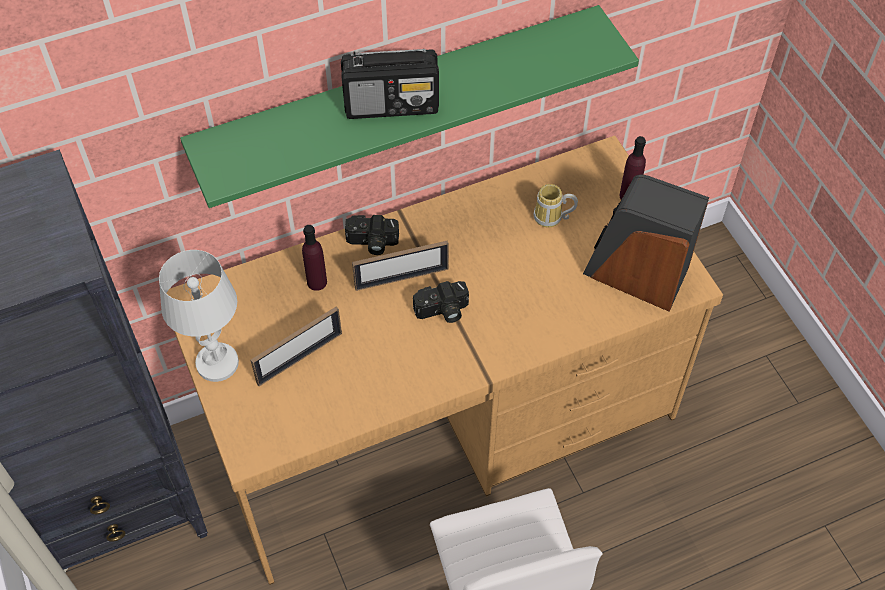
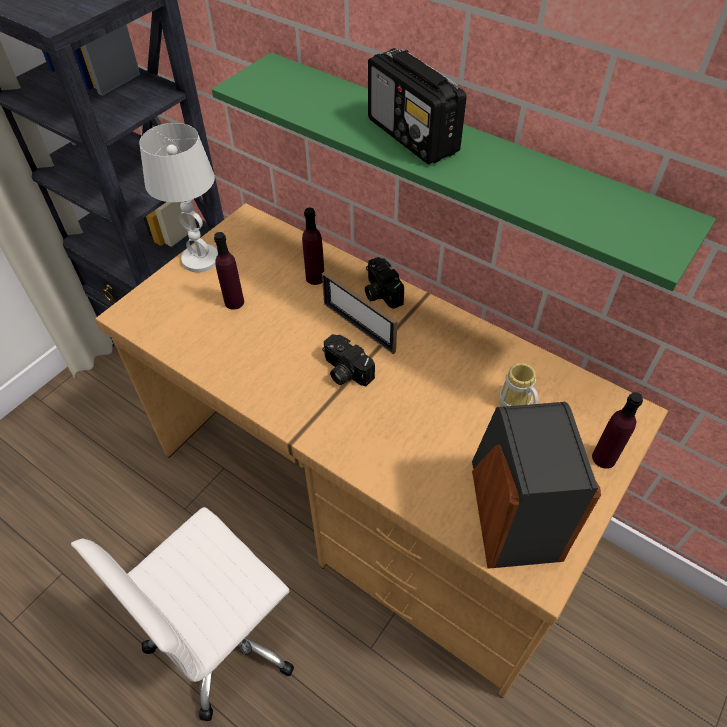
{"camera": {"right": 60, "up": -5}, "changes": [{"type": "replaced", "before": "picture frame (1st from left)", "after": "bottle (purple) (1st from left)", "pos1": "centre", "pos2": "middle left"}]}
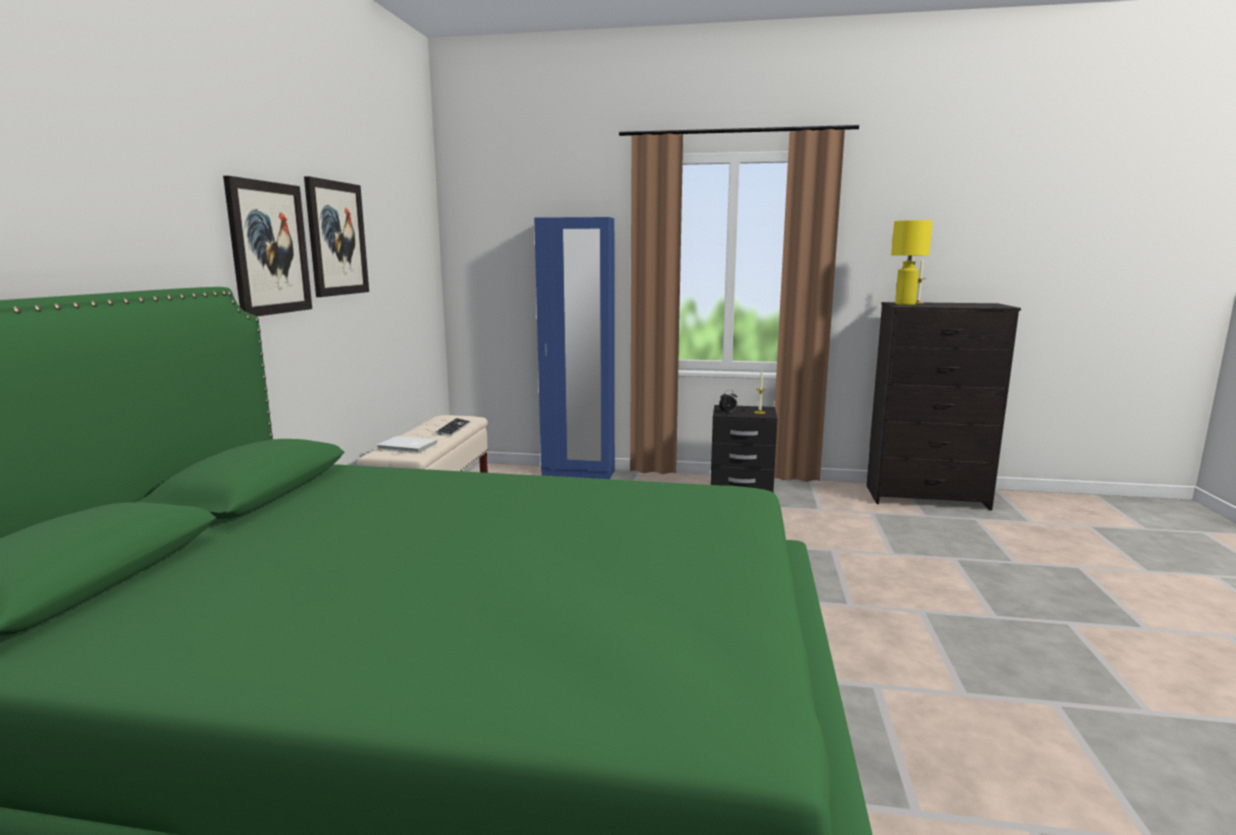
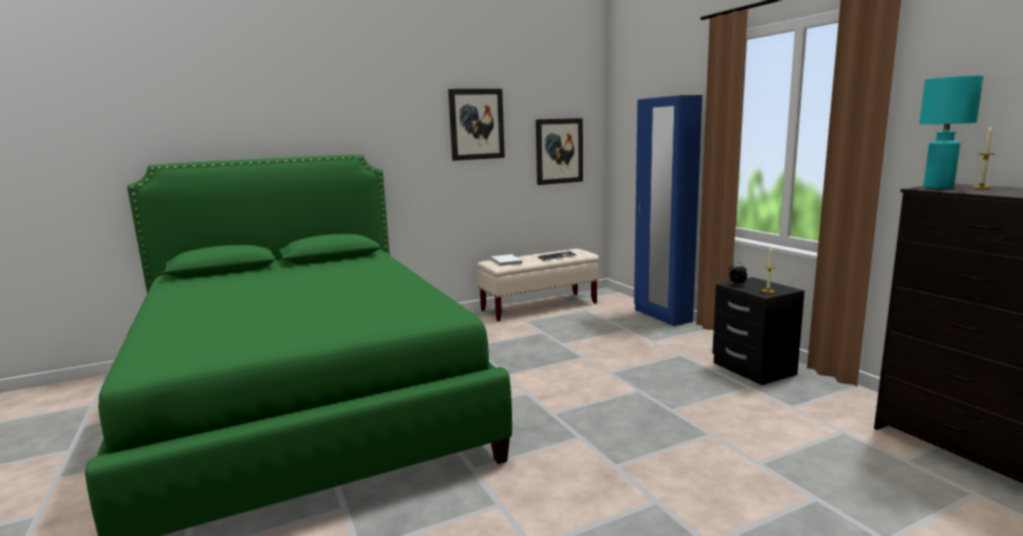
{"camera": {"right": 55, "up": 0}, "changes": [{"type": "moved", "before": "picture (1st from left in the first image)", "after": "picture (2nd from left)", "pos1": "top left", "pos2": "top centre"}, {"type": "recoloured", "before": "table lamp (yellow)", "after": "table lamp (turquoise)", "pos1": "top right", "pos2": "top right"}]}
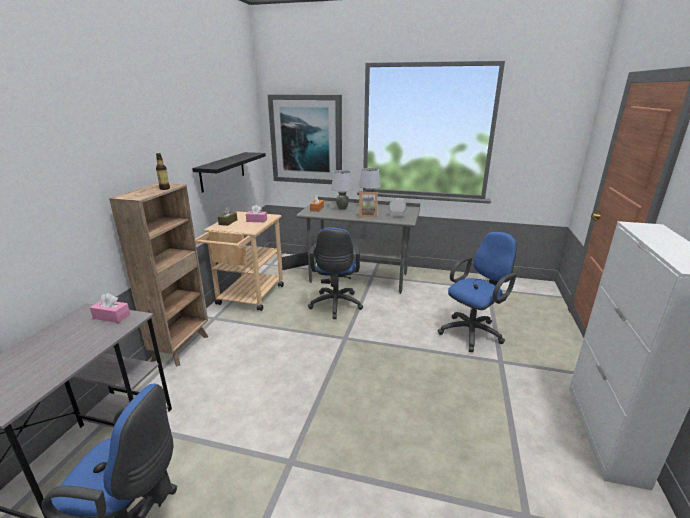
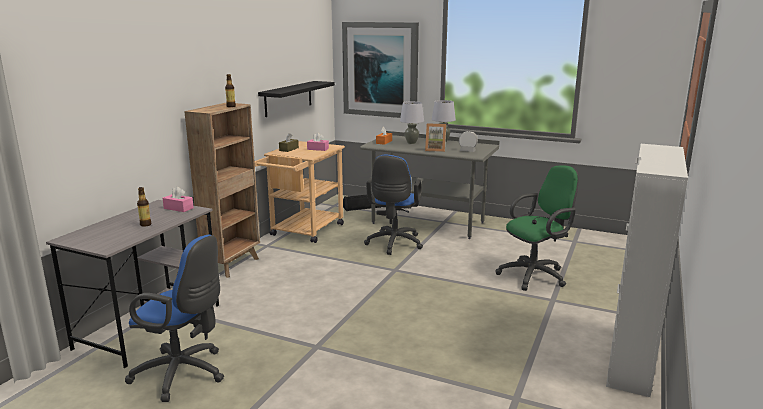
{"camera": {"right": 10, "up": -5}, "changes": [{"type": "added", "after": "bottle (1st from left)", "pos2": "middle left"}, {"type": "recoloured", "before": "office chair (blue) (3rd from left)", "after": "office chair (green)", "pos1": "middle right", "pos2": "middle right"}]}
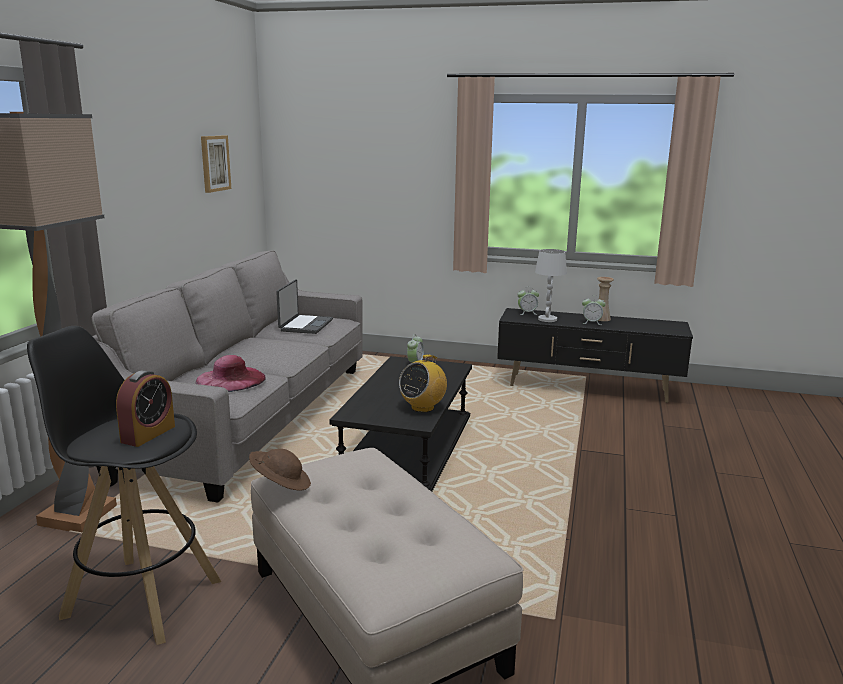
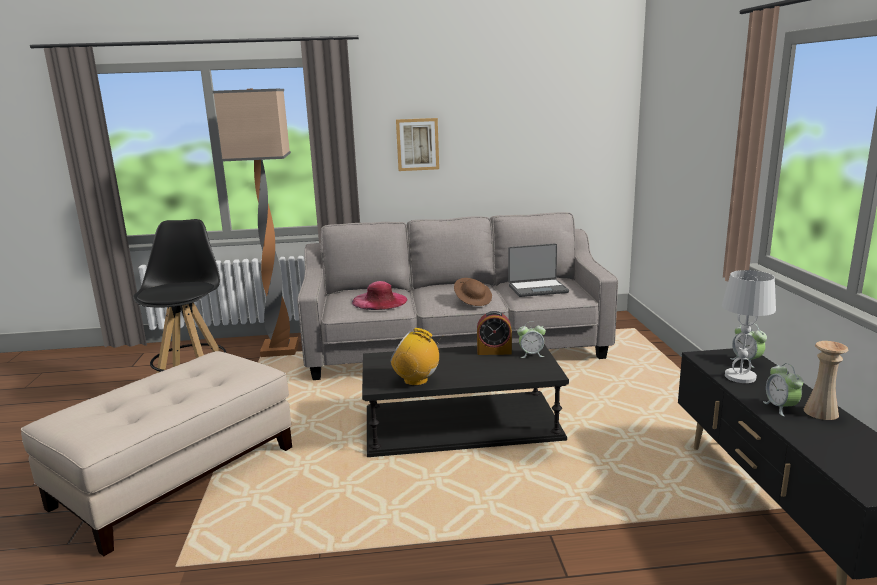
{"camera": {"right": 70, "up": 0}, "changes": [{"type": "moved", "before": "alarm clock (1st from left)", "pos1": "middle left", "pos2": "centre"}, {"type": "moved", "before": "picture", "pos1": "top left", "pos2": "top centre"}, {"type": "moved", "before": "hat (brown)", "pos1": "bottom left", "pos2": "centre"}]}
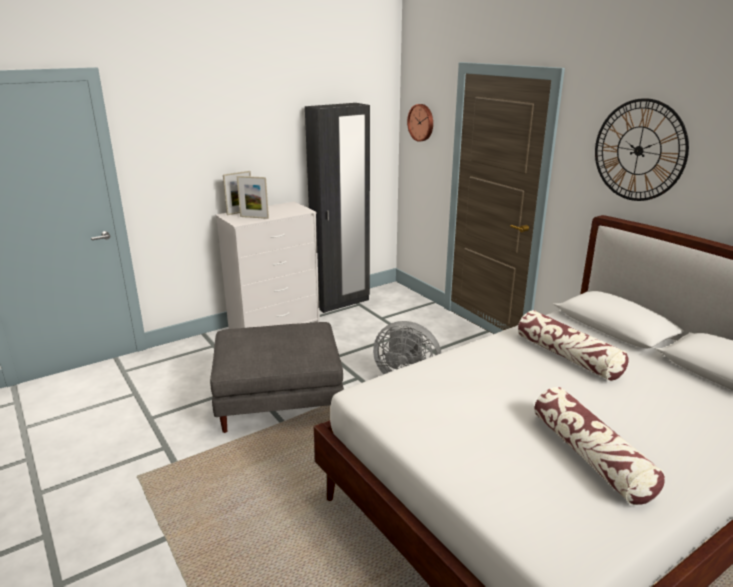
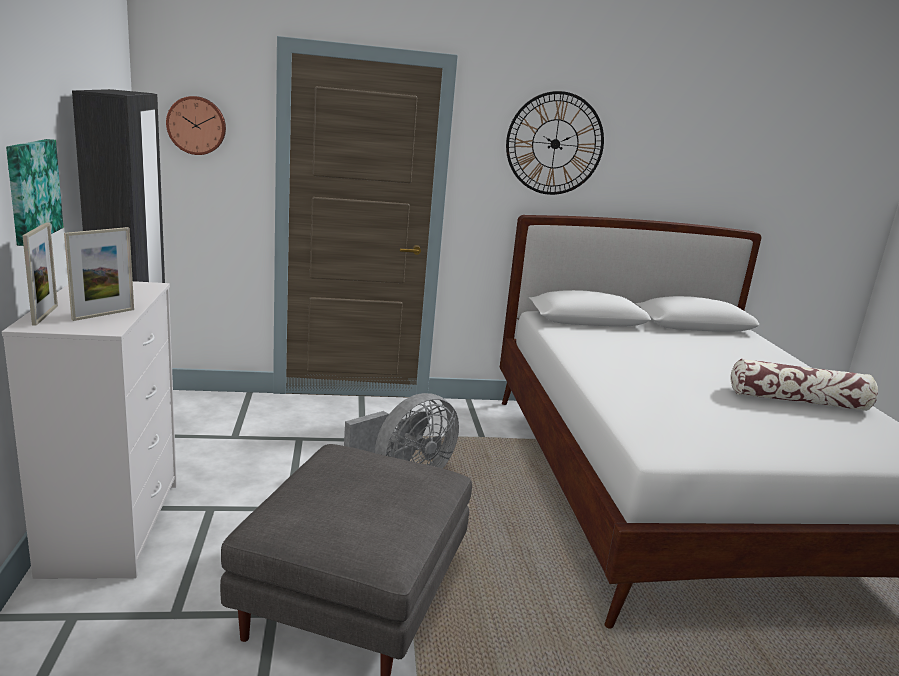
{"camera": {"right": -65, "up": -5}, "changes": [{"type": "removed", "before": "pillow (1st from left)", "pos1": "middle right"}, {"type": "added", "after": "picture", "pos2": "top left"}]}
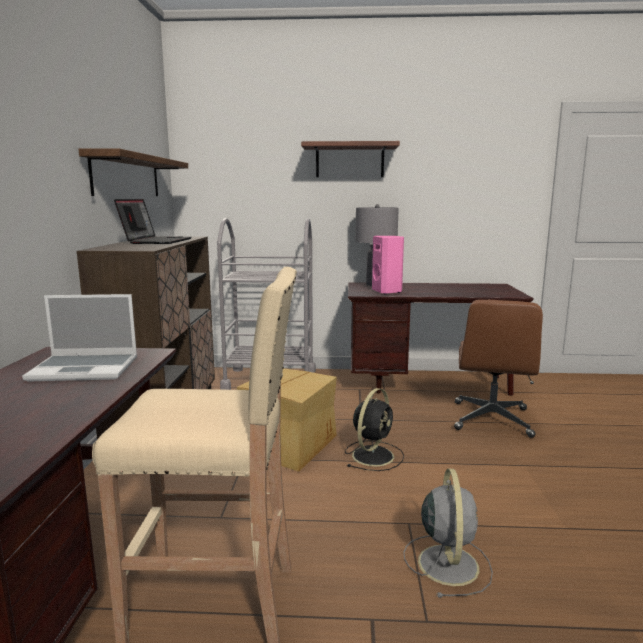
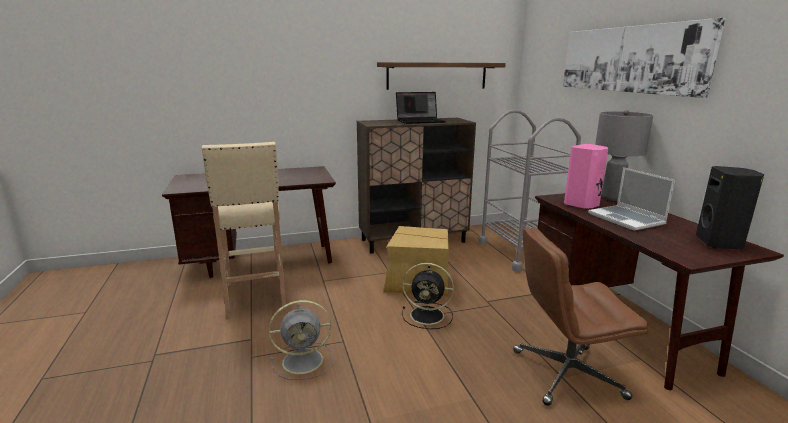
{"camera": {"right": 70, "up": 5}, "changes": [{"type": "added", "after": "speaker (black)", "pos2": "middle right"}, {"type": "moved", "before": "laptop (1st from left in the first image)", "after": "laptop (2nd from left)", "pos1": "middle left", "pos2": "middle right"}, {"type": "replaced", "before": "shelf (2nd from left)", "after": "picture", "pos1": "top centre", "pos2": "top right"}]}
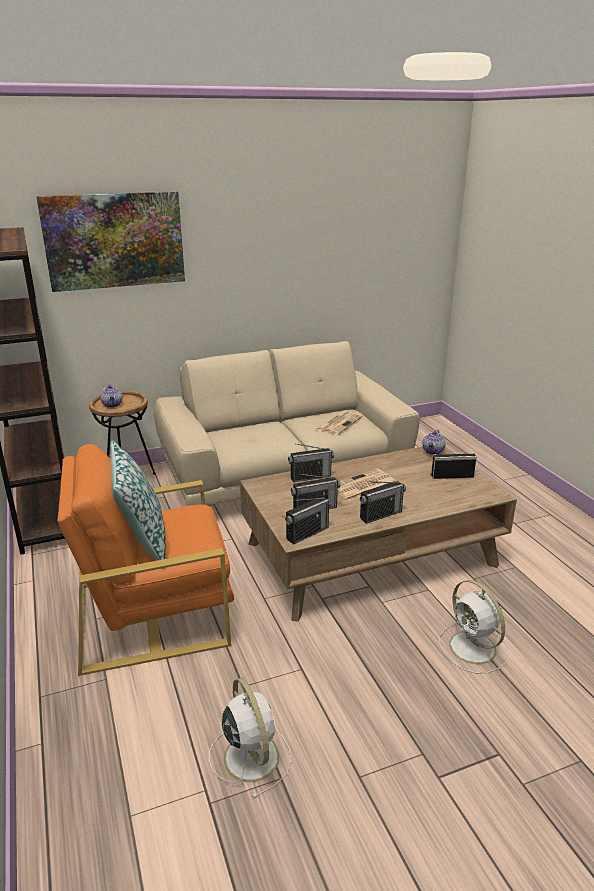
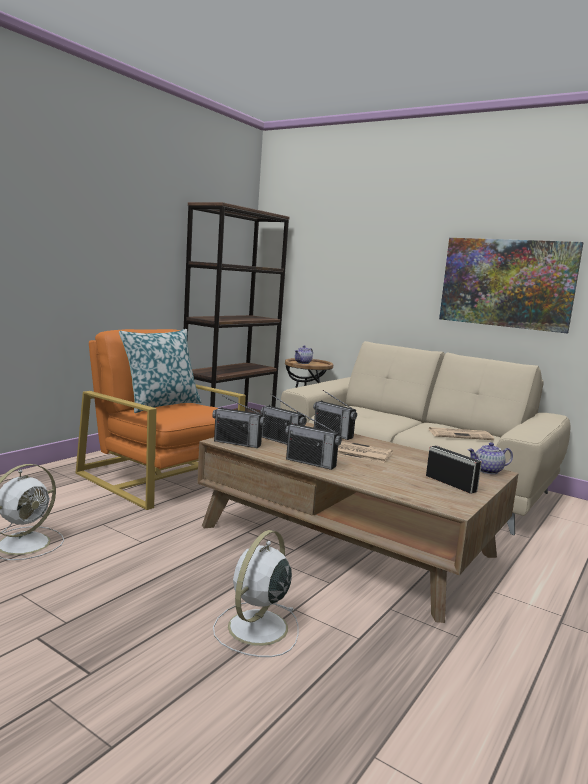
{"camera": {"right": 55, "up": -15}, "changes": [{"type": "moved", "before": "picture", "pos1": "top left", "pos2": "middle right"}]}
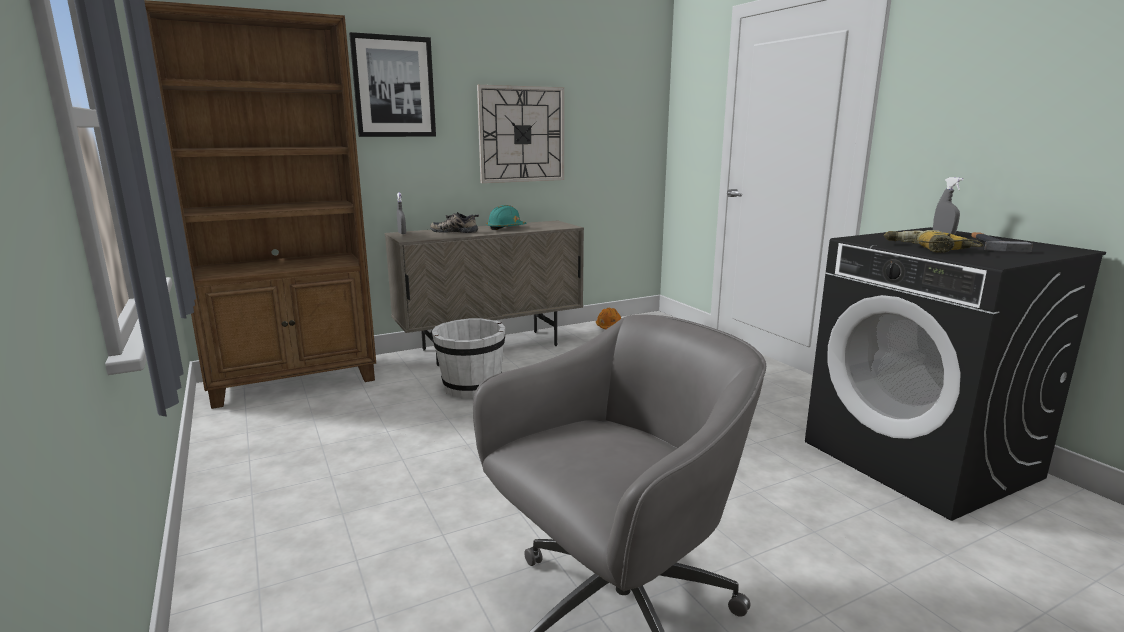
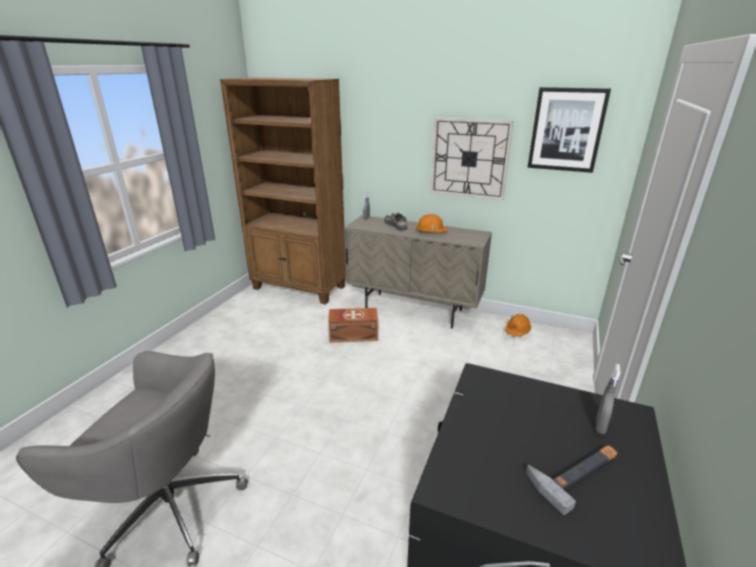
{"camera": {"right": 50, "up": 10}, "changes": [{"type": "removed", "before": "power drill", "pos1": "middle right"}, {"type": "moved", "before": "picture", "pos1": "top centre", "pos2": "top right"}, {"type": "replaced", "before": "bucket (white)", "after": "storage box (brown)", "pos1": "centre", "pos2": "centre"}, {"type": "recoloured", "before": "hard hat (turquoise)", "after": "hard hat (orange) (1st from left)", "pos1": "centre", "pos2": "centre"}]}
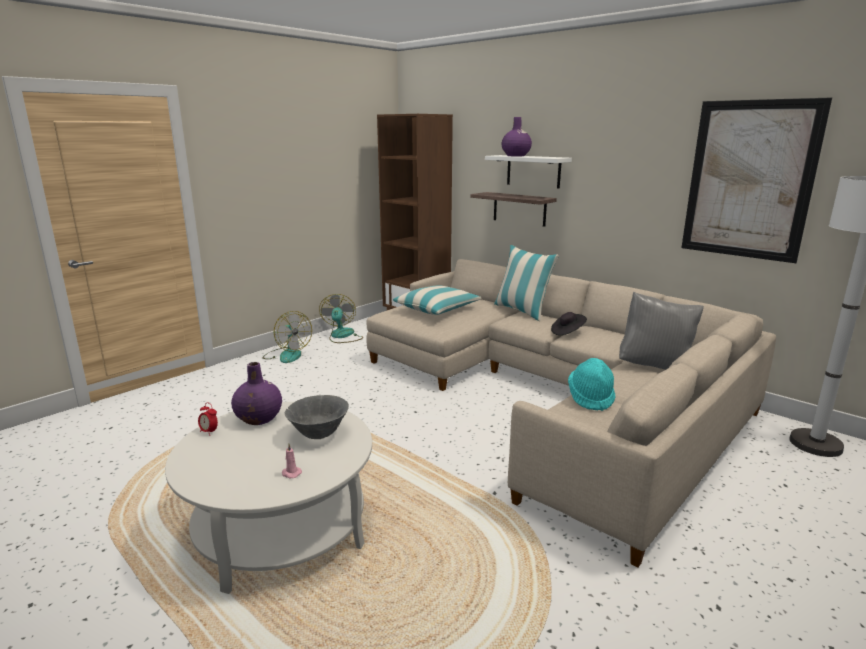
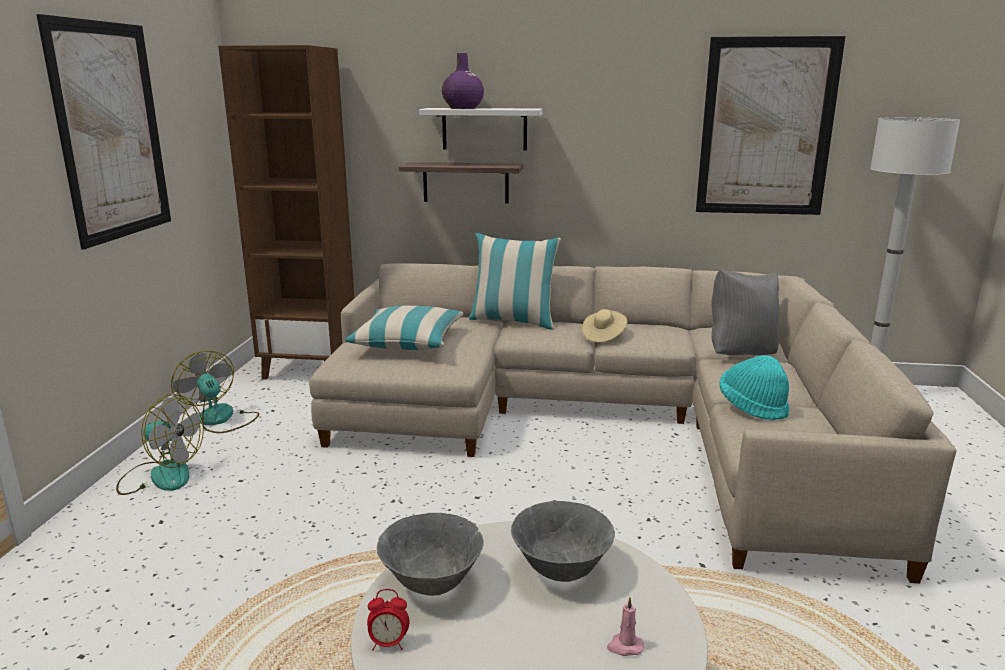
{"camera": {"right": -35, "up": 0}, "changes": [{"type": "added", "after": "picture (1st from left)", "pos2": "top left"}, {"type": "replaced", "before": "vase (purple) (1st from left)", "after": "bowl (grey) (1st from left)", "pos1": "middle left", "pos2": "bottom centre"}, {"type": "recoloured", "before": "hat (black)", "after": "hat (beige)", "pos1": "centre", "pos2": "centre"}]}
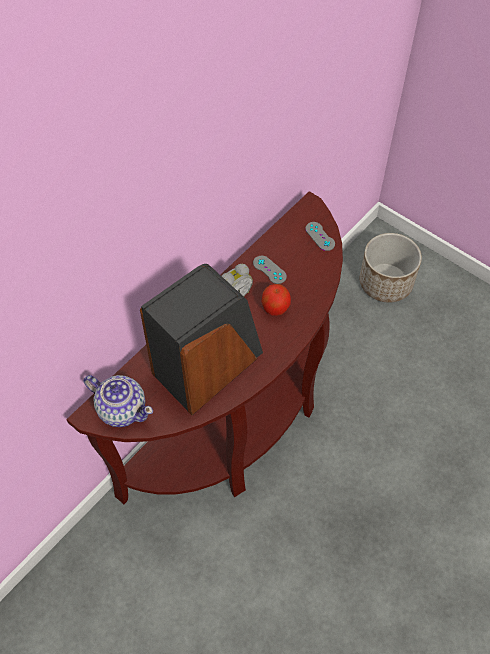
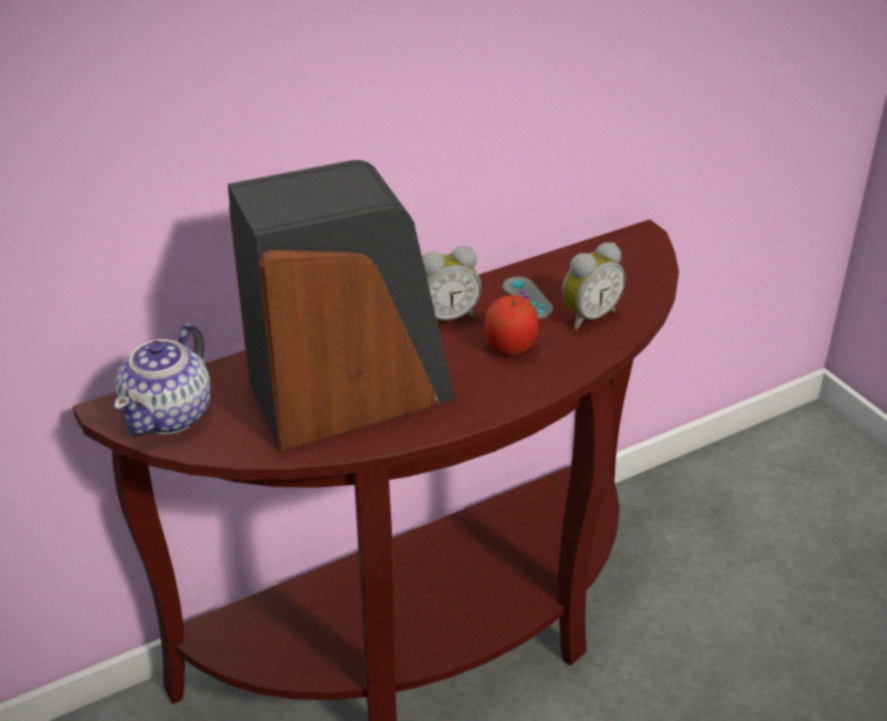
{"camera": {"right": 20, "up": -20}, "changes": [{"type": "removed", "before": "game controller (grey) (2nd from left)", "pos1": "centre"}, {"type": "removed", "before": "planter", "pos1": "middle right"}, {"type": "added", "after": "alarm clock (2nd from left)", "pos2": "middle right"}, {"type": "turned", "before": "teapot", "pos1": "middle left", "pos2": "middle left", "turn": 60}]}
